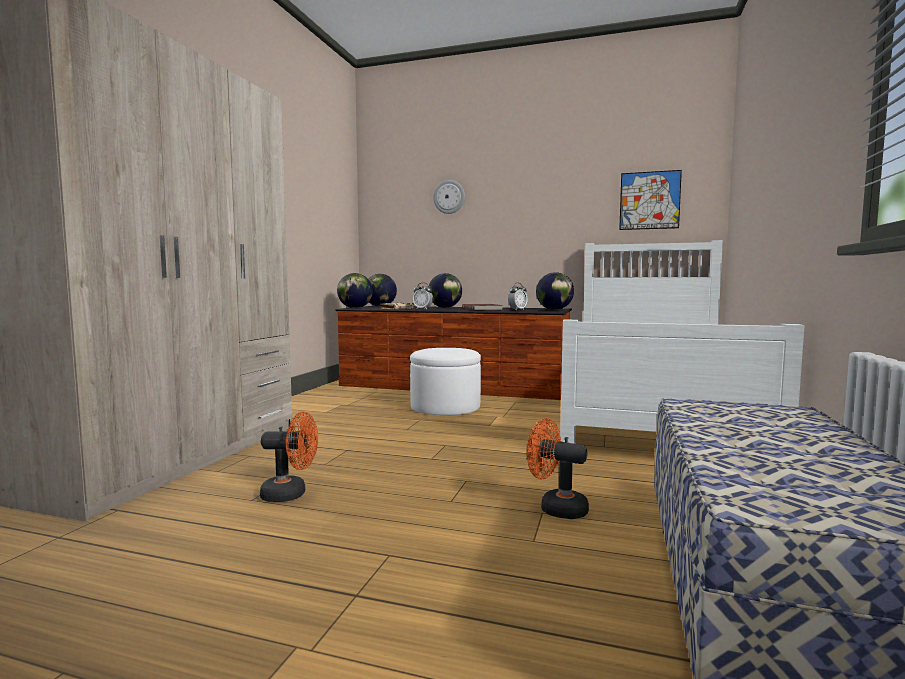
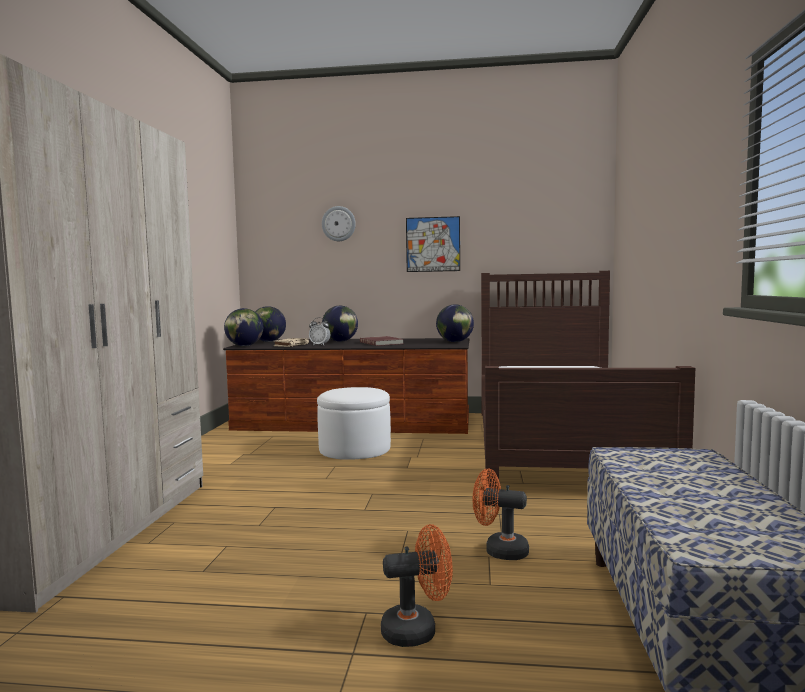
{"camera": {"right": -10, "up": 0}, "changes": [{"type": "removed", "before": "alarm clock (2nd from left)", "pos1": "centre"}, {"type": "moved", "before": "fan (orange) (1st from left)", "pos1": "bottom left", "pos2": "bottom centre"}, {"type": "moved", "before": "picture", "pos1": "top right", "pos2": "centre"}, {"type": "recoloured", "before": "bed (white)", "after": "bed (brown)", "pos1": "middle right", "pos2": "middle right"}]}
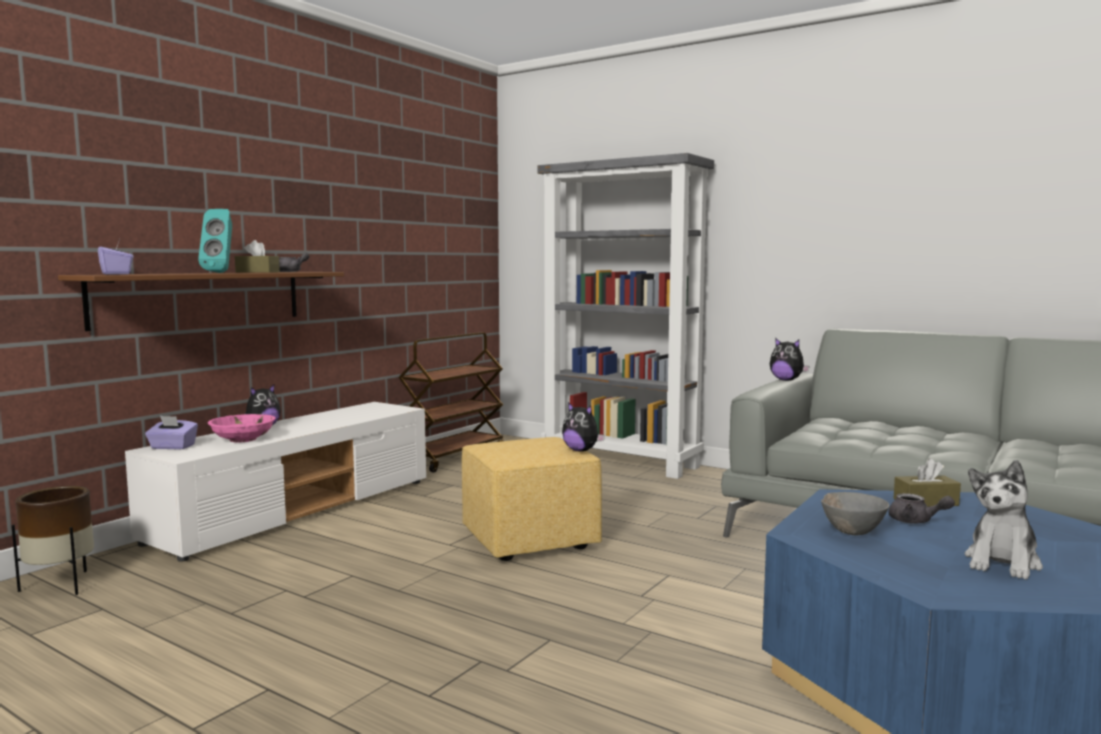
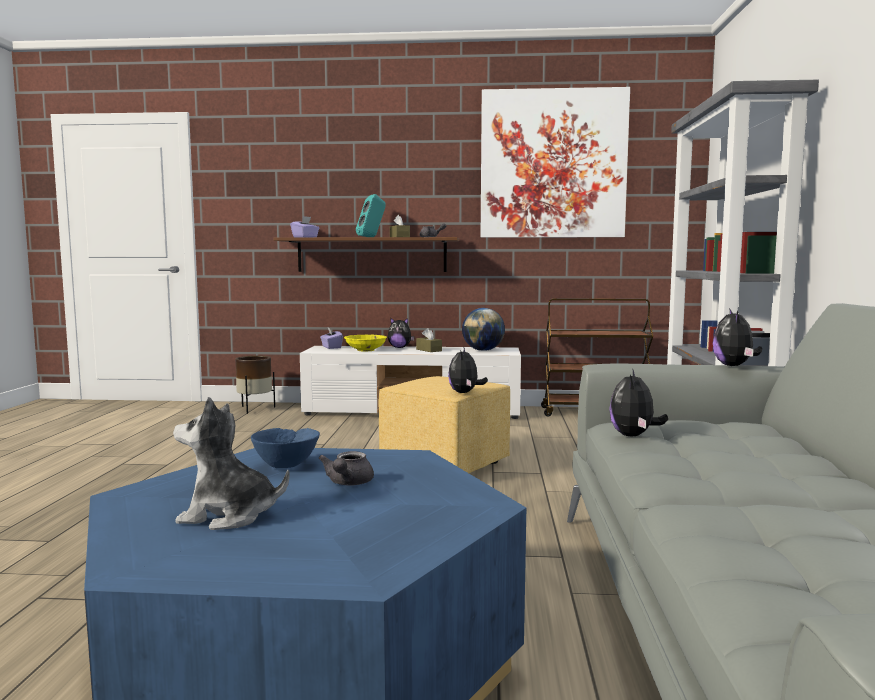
{"camera": {"right": 60, "up": 0}, "changes": [{"type": "added", "after": "globe", "pos2": "centre"}, {"type": "added", "after": "picture", "pos2": "top centre"}, {"type": "added", "after": "plush toy (4th from left)", "pos2": "middle right"}, {"type": "moved", "before": "tissue box (brown) (2nd from left)", "pos1": "middle right", "pos2": "centre"}, {"type": "recoloured", "before": "bowl (pink)", "after": "bowl (yellow)", "pos1": "middle left", "pos2": "centre"}, {"type": "recoloured", "before": "bowl (grey)", "after": "bowl (blue)", "pos1": "bottom right", "pos2": "middle left"}]}
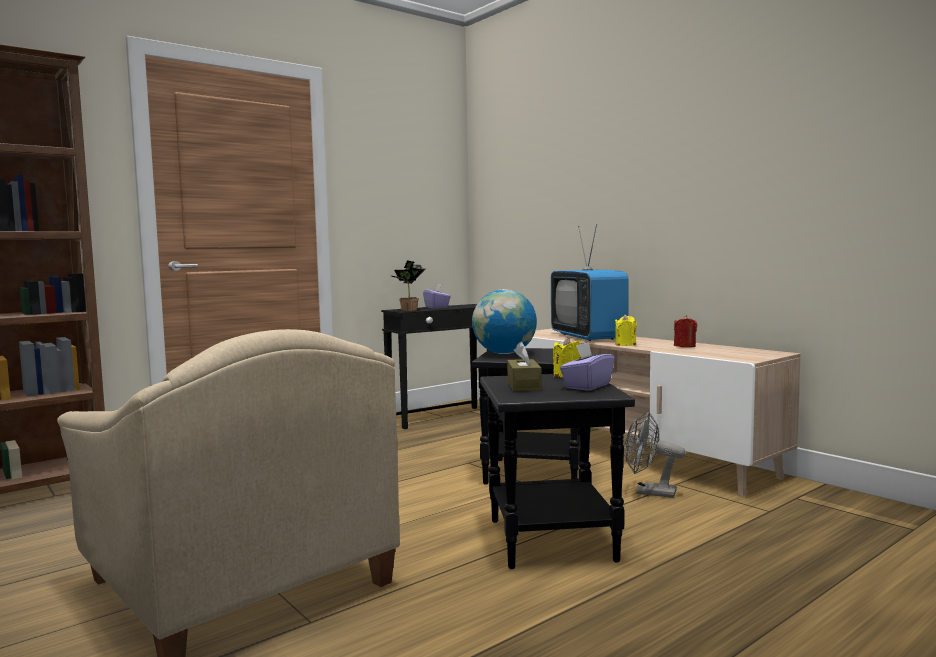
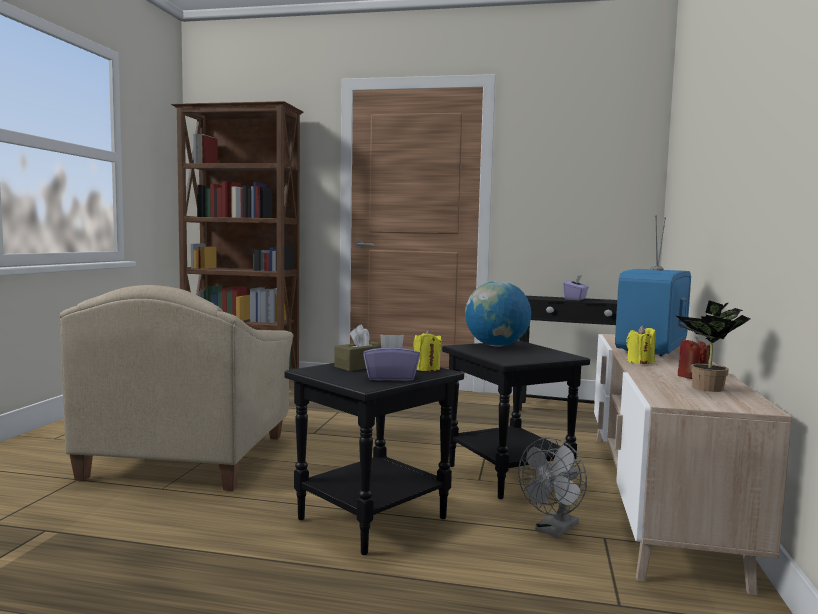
{"camera": {"right": 50, "up": 0}, "changes": [{"type": "moved", "before": "potted plant", "pos1": "centre", "pos2": "middle right"}, {"type": "turned", "before": "fan (grey)", "pos1": "bottom right", "pos2": "bottom right", "turn": -120}]}
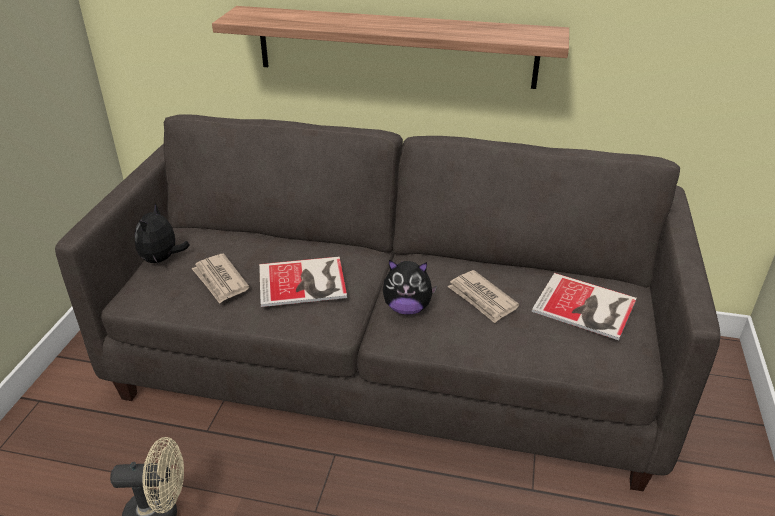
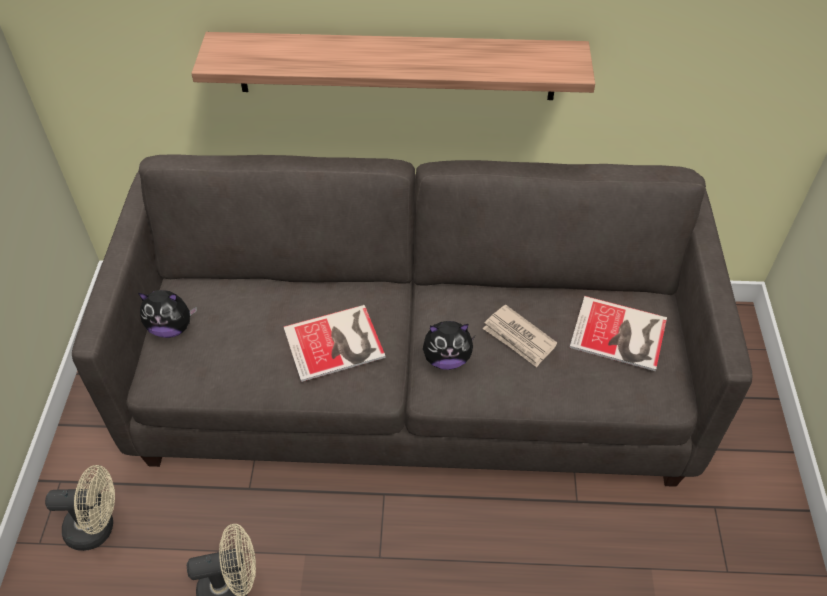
{"camera": {"right": -10, "up": 15}, "changes": [{"type": "removed", "before": "newspaper (1st from left)", "pos1": "middle left"}, {"type": "added", "after": "fan (beige) (1st from left)", "pos2": "bottom left"}, {"type": "turned", "before": "plush toy (1st from left)", "pos1": "middle left", "pos2": "middle left", "turn": -90}]}
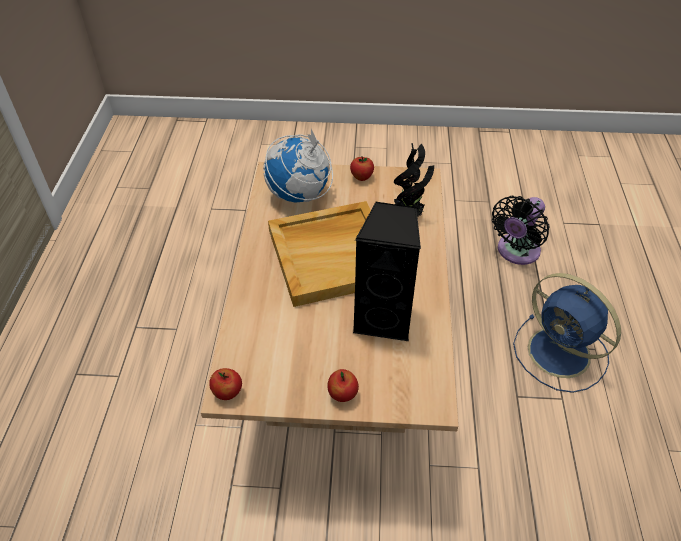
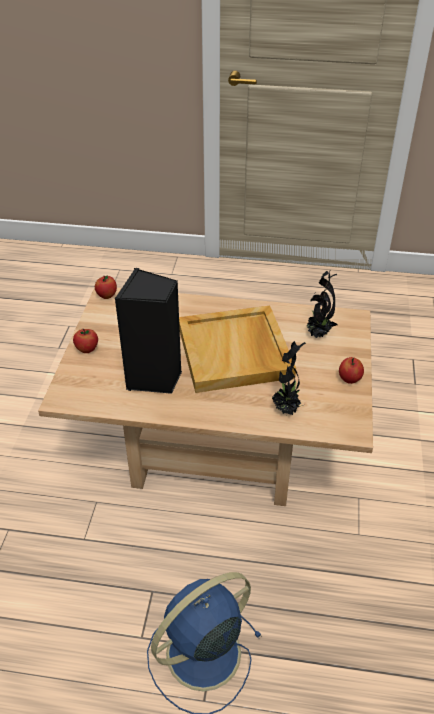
{"camera": {"right": 95, "up": -5}, "changes": [{"type": "removed", "before": "fan (black)", "pos1": "middle right"}, {"type": "replaced", "before": "globe", "after": "potted plant (2nd from left)", "pos1": "top centre", "pos2": "middle right"}]}
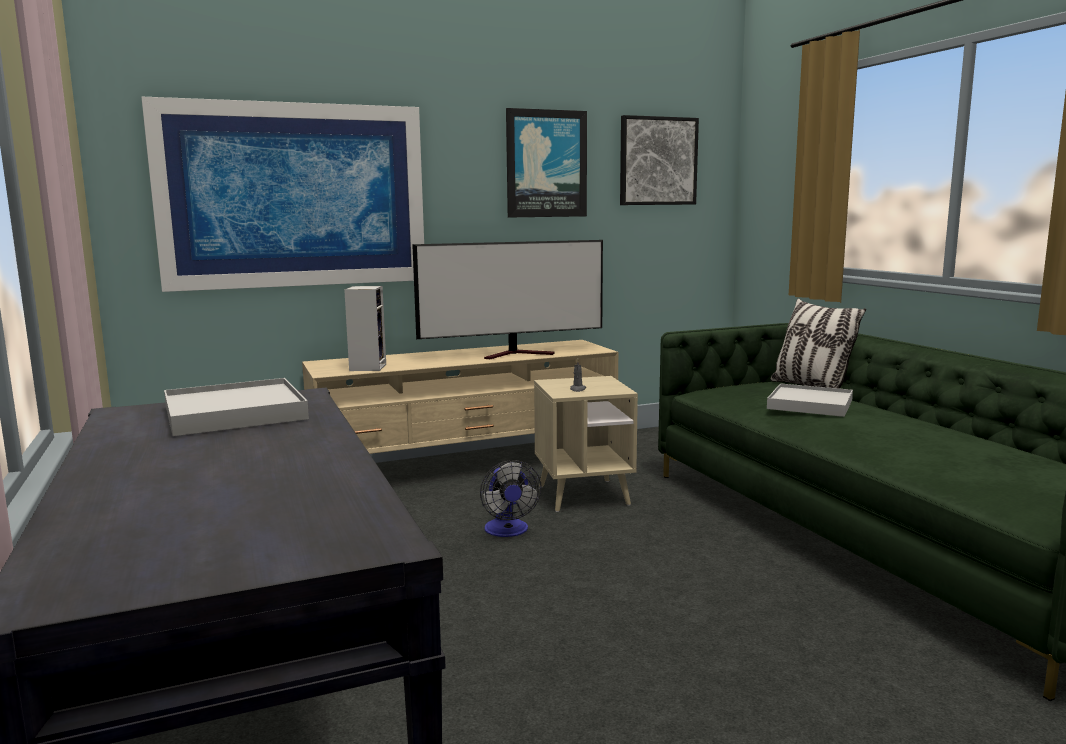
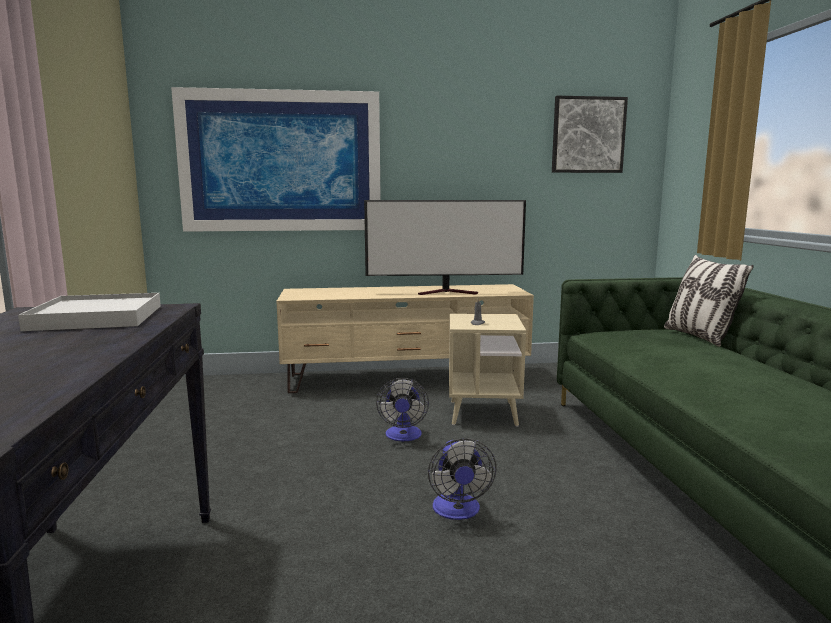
{"camera": {"right": 15, "up": 0}, "changes": [{"type": "removed", "before": "speaker", "pos1": "centre"}, {"type": "removed", "before": "picture (2nd from left)", "pos1": "top centre"}, {"type": "removed", "before": "tray (white) (2nd from left)", "pos1": "middle right"}, {"type": "added", "after": "fan (2nd from left)", "pos2": "bottom centre"}]}
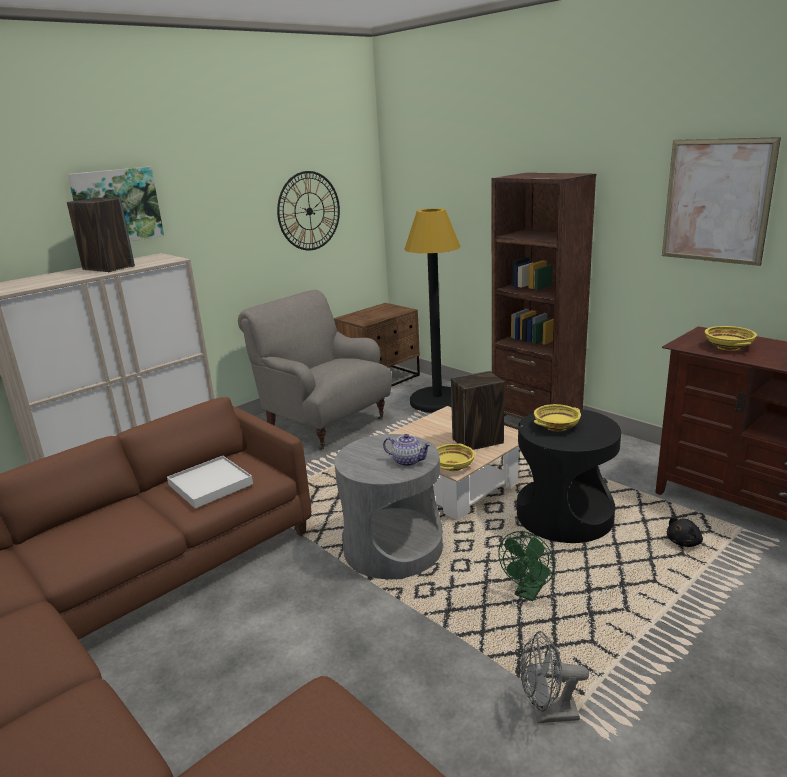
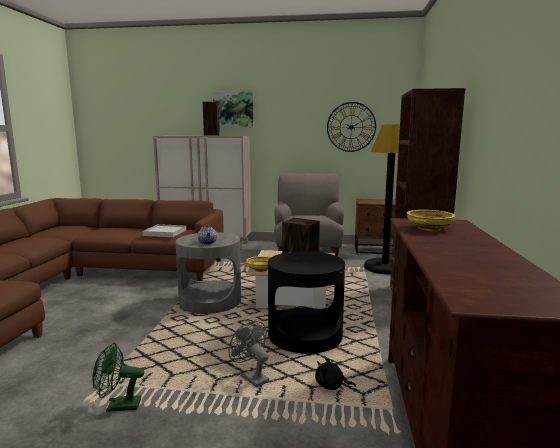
{"camera": {"right": 50, "up": -10}, "changes": [{"type": "removed", "before": "bowl (yellow) (2nd from left)", "pos1": "middle right"}, {"type": "removed", "before": "picture (2nd from left)", "pos1": "top right"}, {"type": "moved", "before": "fan (green)", "pos1": "bottom right", "pos2": "bottom left"}, {"type": "moved", "before": "fan (grey)", "pos1": "bottom right", "pos2": "bottom centre"}]}
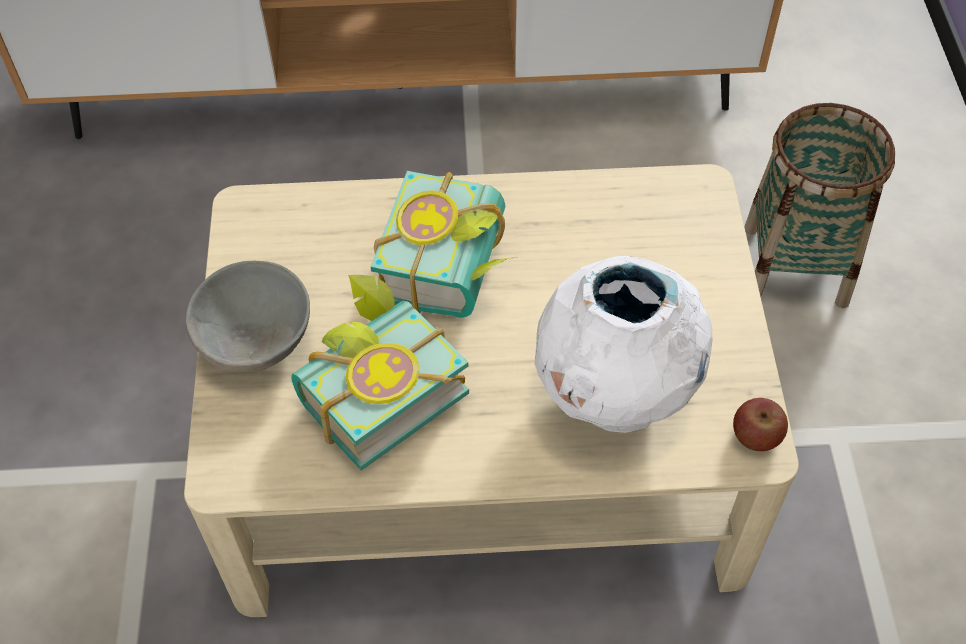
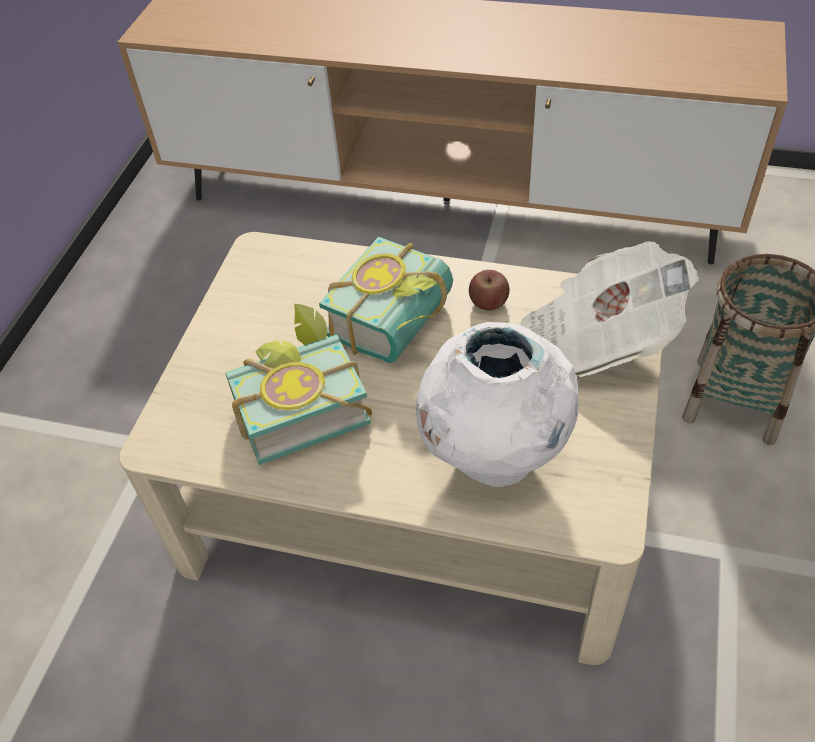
{"camera": {"right": 20, "up": -5}, "changes": [{"type": "removed", "before": "bowl (grey)", "pos1": "middle left"}, {"type": "added", "after": "newspaper", "pos2": "middle right"}, {"type": "moved", "before": "apple", "pos1": "middle right", "pos2": "centre"}]}
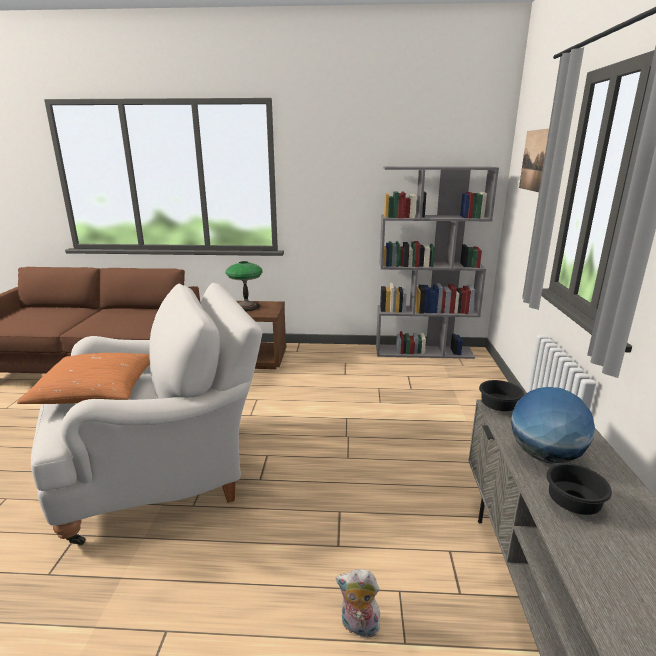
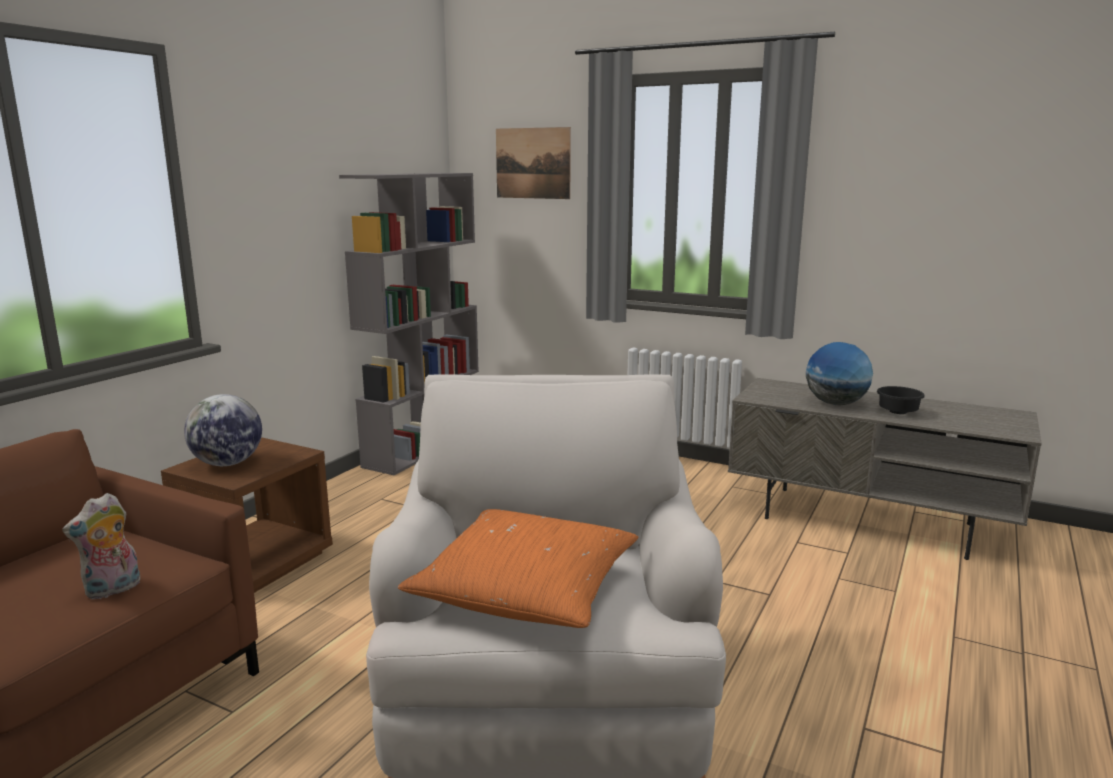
{"camera": {"right": -65, "up": -5}, "changes": [{"type": "removed", "before": "bowl (black) (1st from left)", "pos1": "middle right"}, {"type": "moved", "before": "plush toy", "pos1": "bottom centre", "pos2": "bottom left"}, {"type": "replaced", "before": "table lamp", "after": "globe (1st from left)", "pos1": "centre", "pos2": "middle left"}]}
